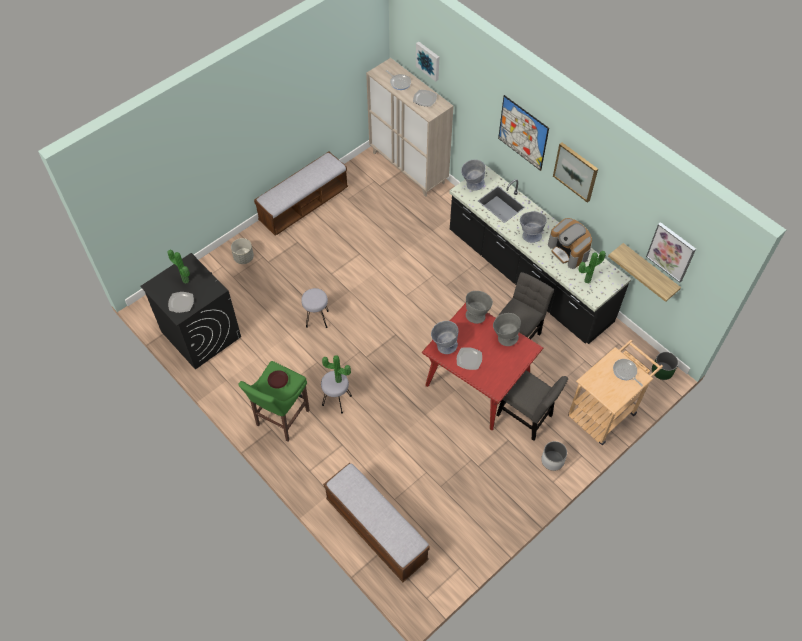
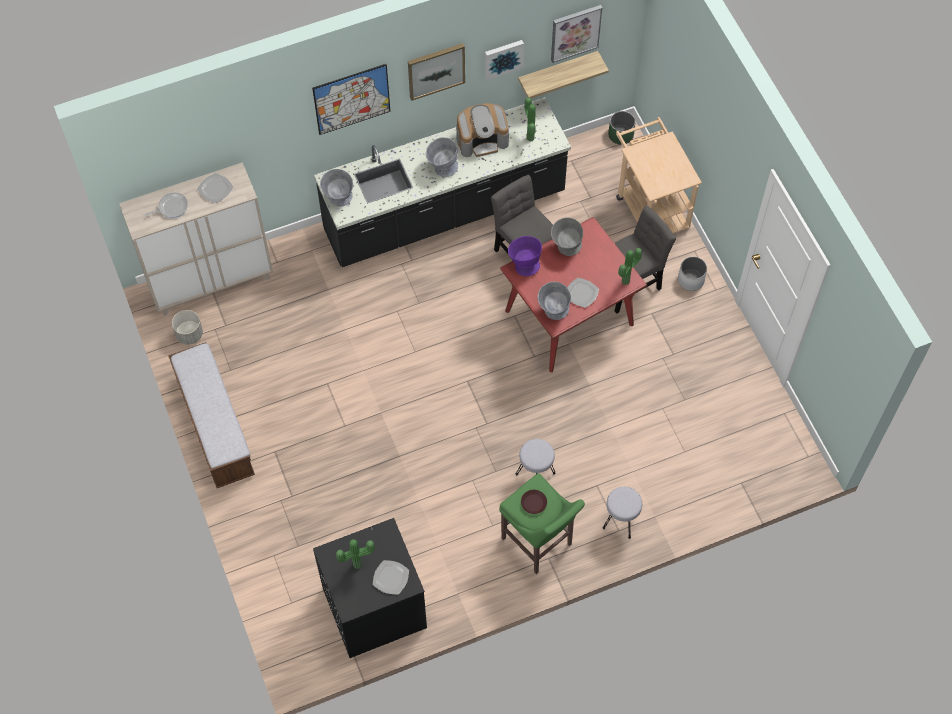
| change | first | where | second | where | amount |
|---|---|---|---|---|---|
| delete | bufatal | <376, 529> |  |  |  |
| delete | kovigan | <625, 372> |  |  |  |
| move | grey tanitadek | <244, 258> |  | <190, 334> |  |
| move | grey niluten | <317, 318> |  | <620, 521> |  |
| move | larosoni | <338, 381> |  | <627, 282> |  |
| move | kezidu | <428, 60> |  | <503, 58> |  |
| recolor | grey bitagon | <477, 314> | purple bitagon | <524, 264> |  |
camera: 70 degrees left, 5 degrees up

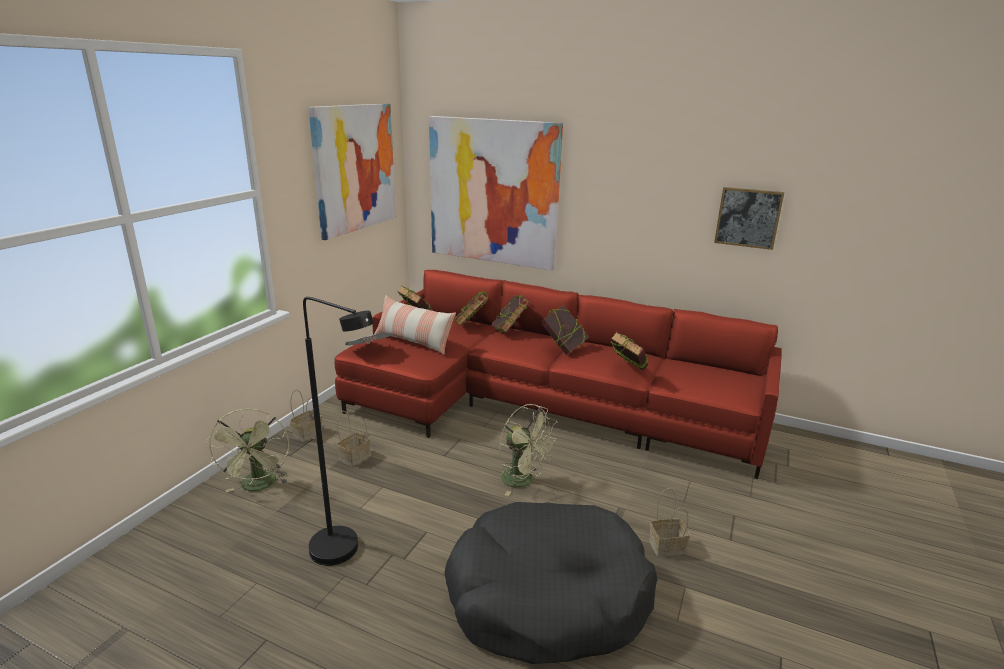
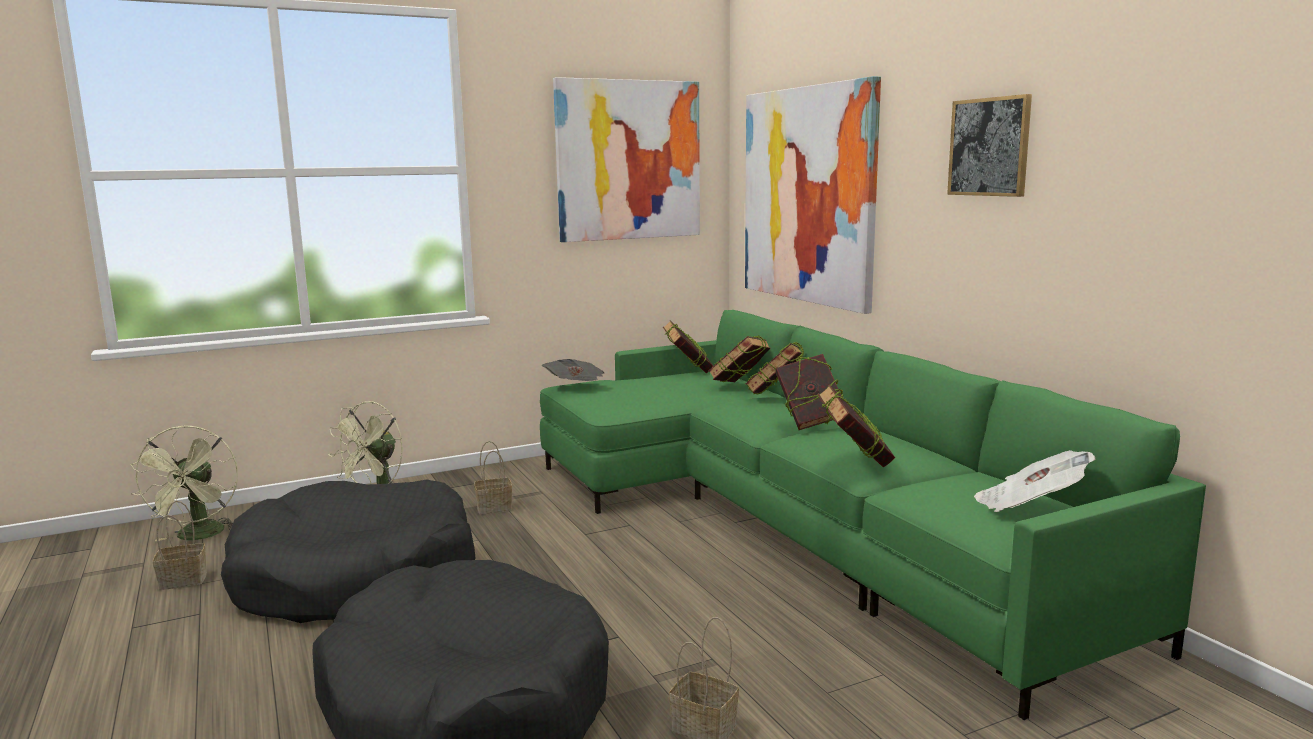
| change | first | where | second | where | amount |
|---|---|---|---|---|---|
| delete | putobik | <413, 341> |  |  |  |
| insert |  |  | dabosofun | <1029, 507> |  |
| move | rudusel | <307, 434> |  | <181, 581> |  |
| move | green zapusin | <523, 481> |  | <199, 536> |  |
| move | kezidu | <748, 218> |  | <989, 147> |  |
| replace | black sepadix | <345, 553> | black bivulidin | <356, 578> |  |
| recolor | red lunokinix | <539, 405> | green lunokinix | <790, 521> |  |
camera: 40 degrees right, 10 degrees down

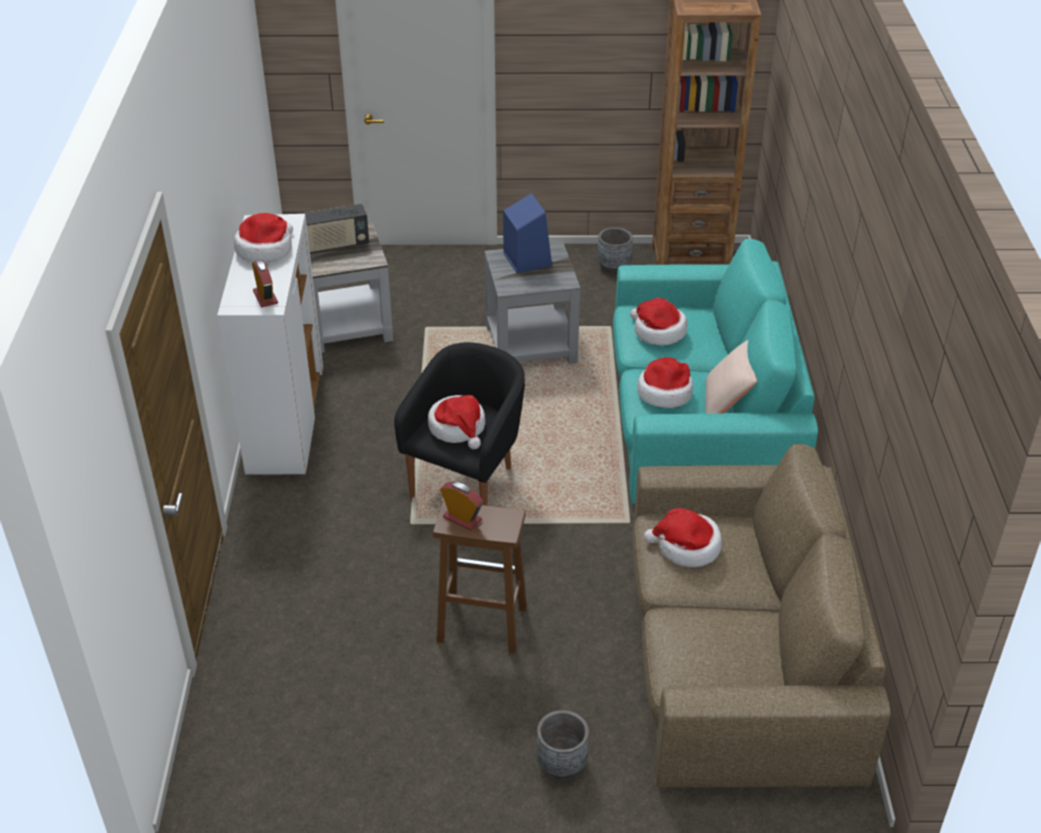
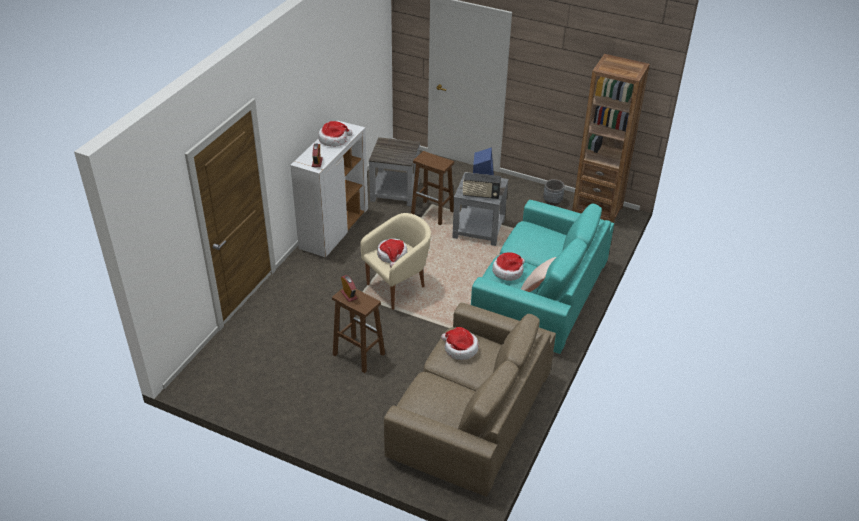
| change | first | where | second | where | amount |
|---|---|---|---|---|---|
| delete | grey tanitadek | <561, 763> |  |  |  |
| delete | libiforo | <658, 331> |  |  |  |
| insert |  |  | brown niluten | <433, 213> |  |
| move | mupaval | <336, 245> |  | <481, 195> |  |
| recolor | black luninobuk | <468, 484> | beige luninobuk | <398, 287> |  |
camera: 25 degrees right, 0 degrees up

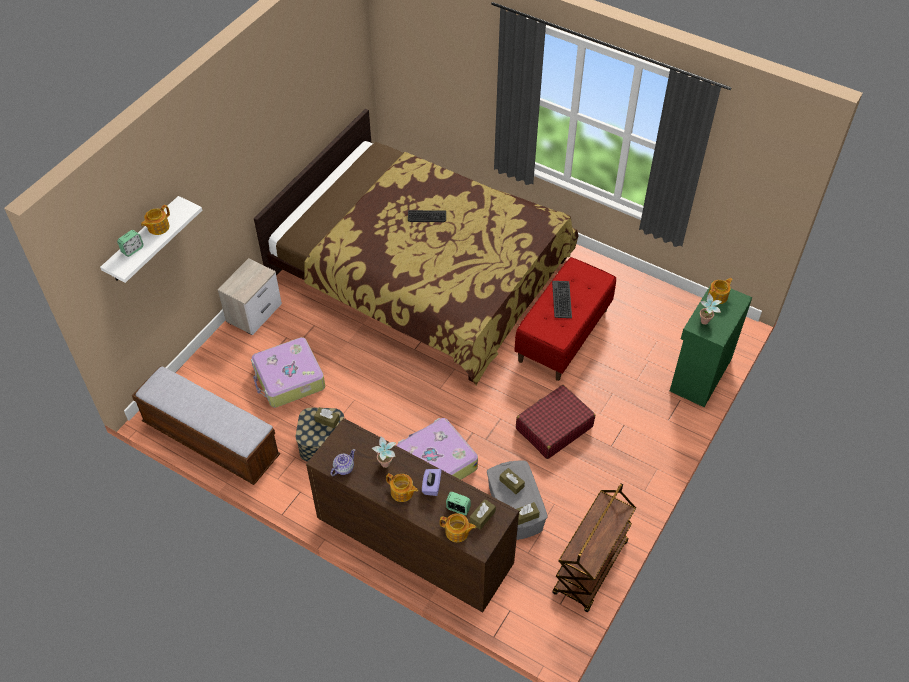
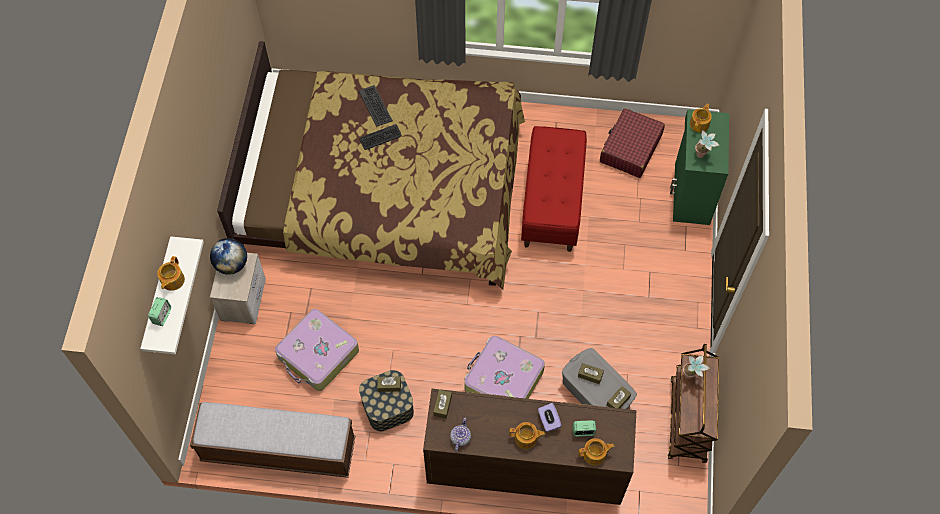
| change | first | where | second | where | amount |
|---|---|---|---|---|---|
| insert |  |  | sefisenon | <231, 264> |  |
| move | larosoni | <386, 467> |  | <690, 377> |  |
| move | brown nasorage | <482, 517> |  | <442, 406> |  |
| move | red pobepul | <553, 428> |  | <630, 149> |  |
| move | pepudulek | <562, 299> |  | <375, 106> |  |
camera: 25 degrees left, 10 degrees up

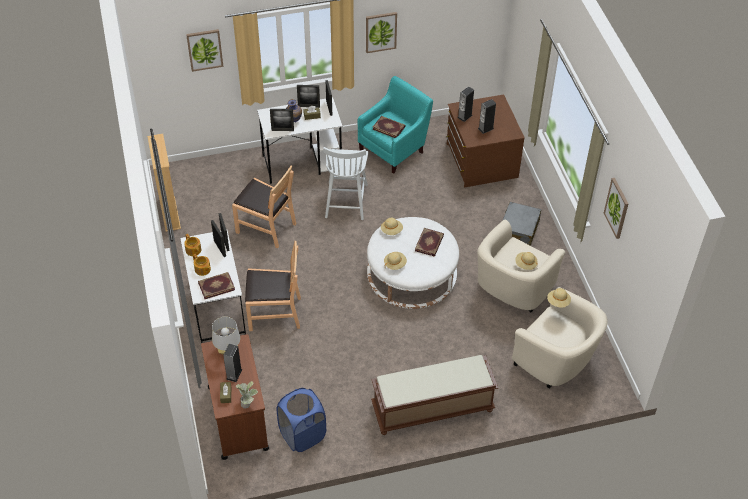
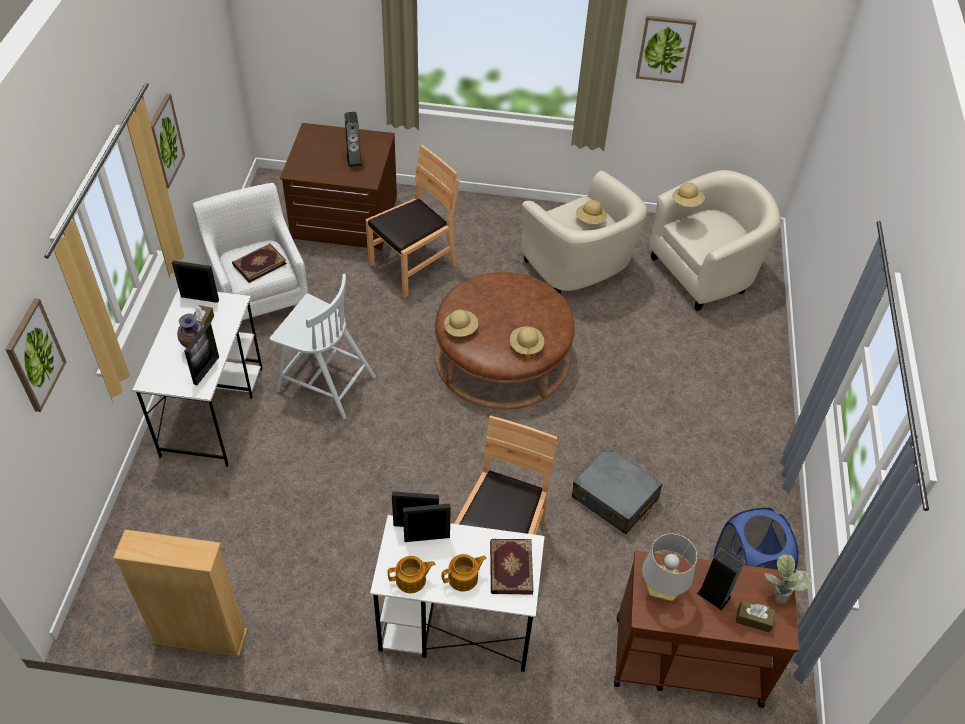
| change | first | where | second | where | amount |
|---|---|---|---|---|---|
| delete | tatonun | <309, 106> |  |  |  |
| delete | brown bufatal | <432, 409> |  |  |  |
| delete | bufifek | <429, 243> |  |  |  |
| delete | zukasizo | <464, 116> |  |  |  |
| move | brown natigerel | <266, 227> |  | <413, 266> |  |
| move | grey pobepul | <518, 230> |  | <615, 498> |  |
| recolor | turquoise luninobuk | <394, 149> | white luninobuk | <260, 295> |  |
| recolor | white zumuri | <412, 272> | brown zumuri | <502, 356> |  |
camera: 70 degrees left, 0 degrees up

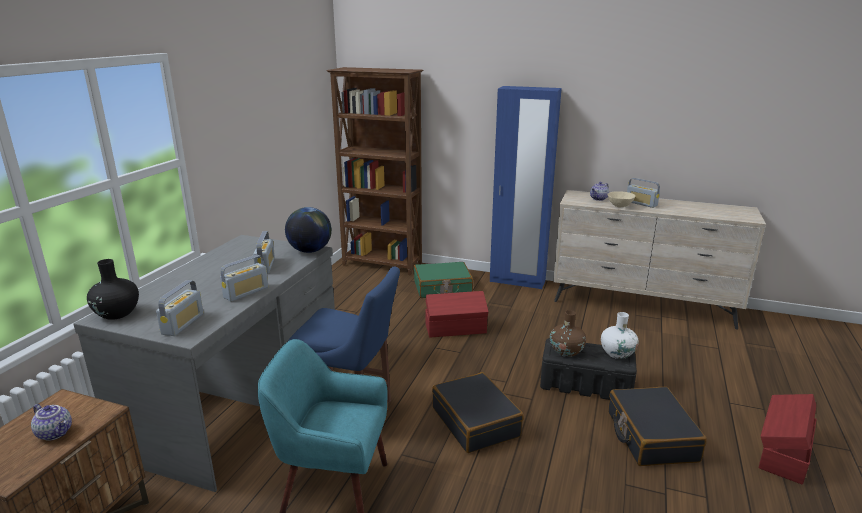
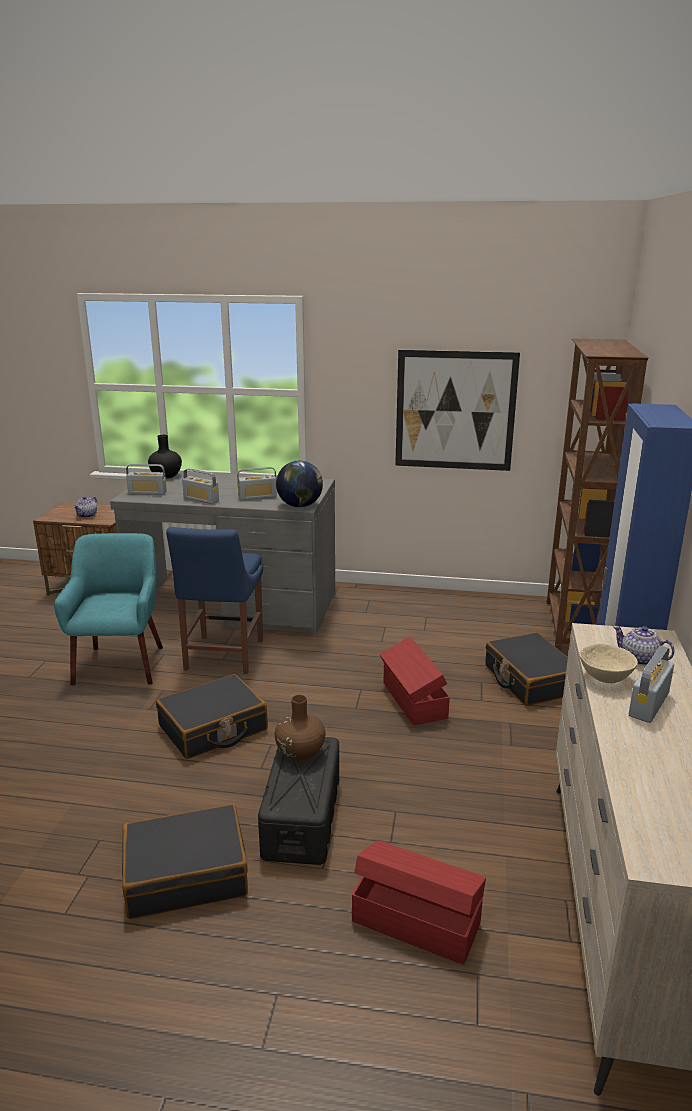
| change | first | where | second | where | amount |
|---|---|---|---|---|---|
| delete | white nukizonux | <617, 353> |  |  |  |
| insert |  |  | kezidu | <455, 411> |  |
| move | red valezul | <783, 452> |  | <415, 920> |  |
| recolor | green pobepul | <442, 288> | black pobepul | <529, 680> |  |
camera: 80 degrees right, 0 degrees up

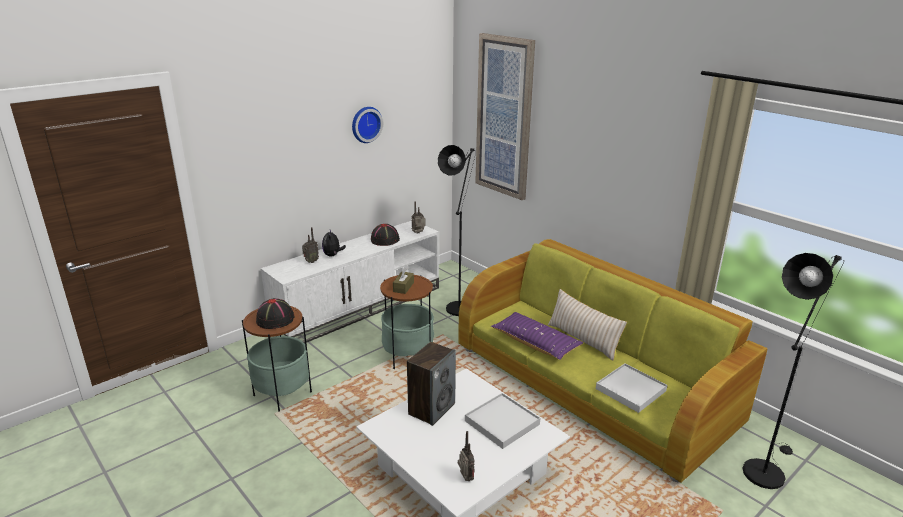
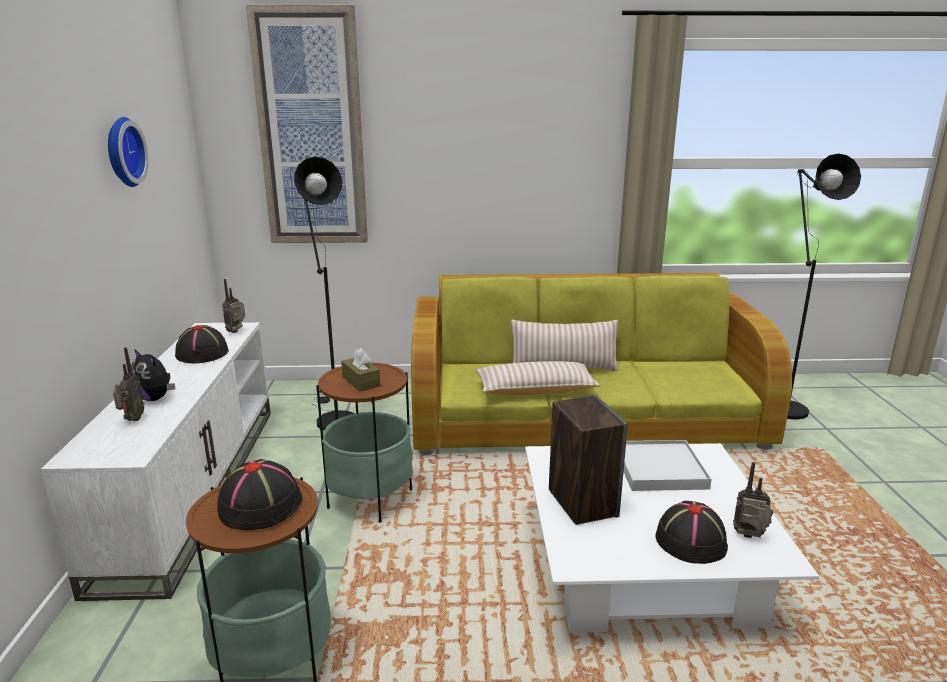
| change | first | where | second | where | amount |
|---|---|---|---|---|---|
| delete | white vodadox | <630, 390> |  |  |  |
| insert |  |  | black libiforo | <690, 540> |  |
| recolor | purple putobik | <535, 343> | beige putobik | <535, 390> |  |
camera: 50 degrees left, 5 degrees down

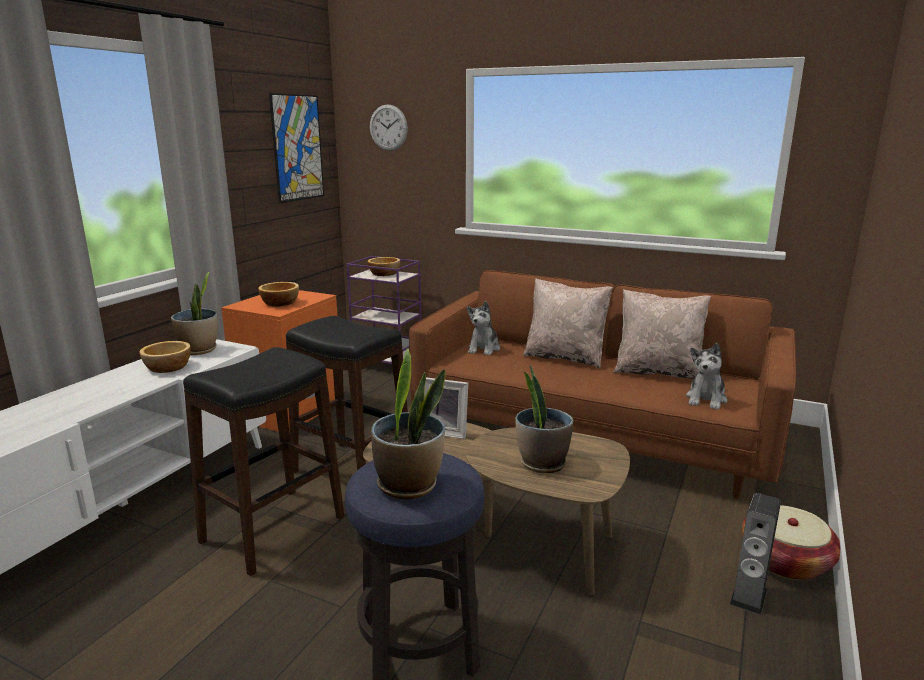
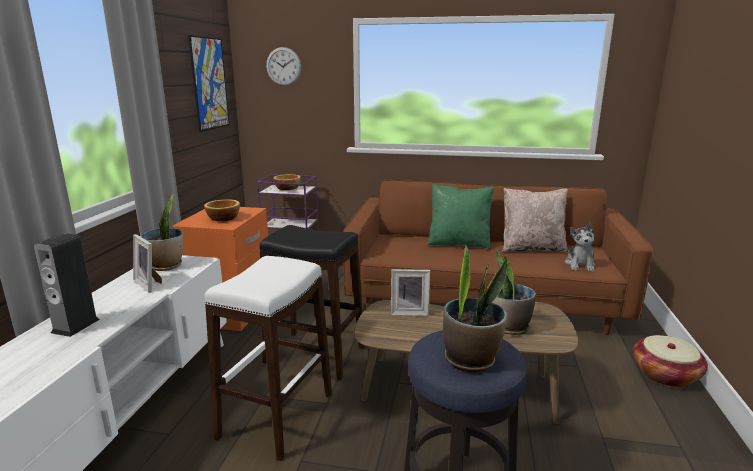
| change | first | where | second | where | amount |
|---|---|---|---|---|---|
| delete | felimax | <484, 349> |  |  |  |
| move | zukasizo | <748, 596> |  | <75, 326> |  |
| replace | bitagon | <169, 367> | tatonun | <150, 284> |  |
| recolor | black niluten | <273, 529> | white niluten | <277, 415> |  |
| recolor | beige putobik | <565, 357> | green putobik | <459, 244> |  |
camera: 15 degrees left, 0 degrees up

